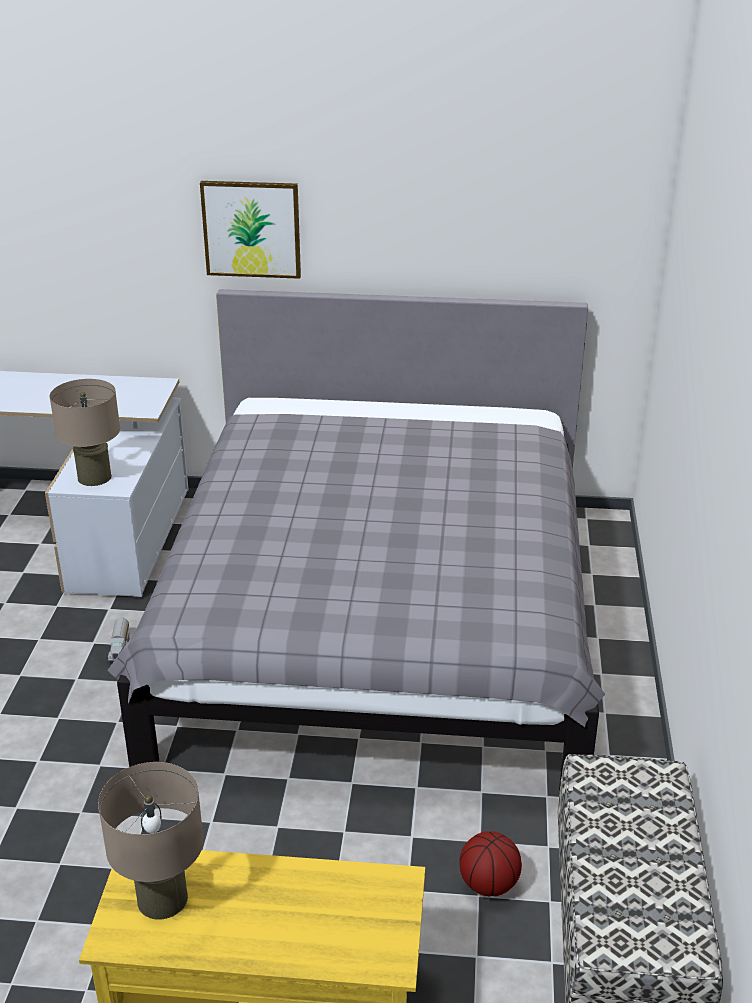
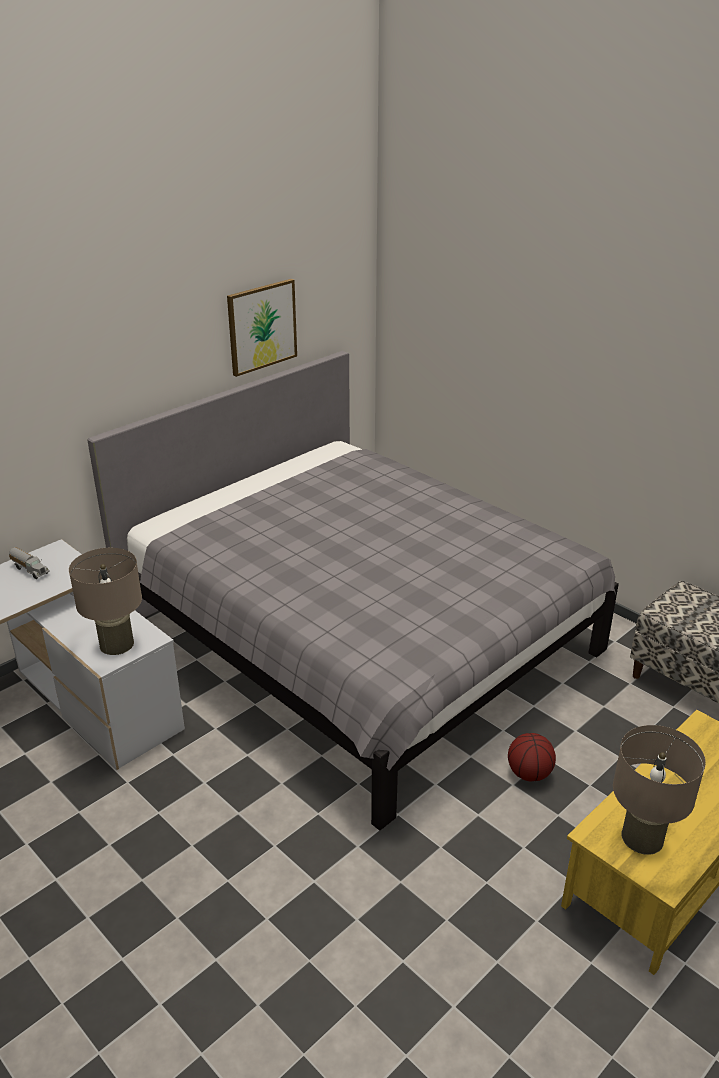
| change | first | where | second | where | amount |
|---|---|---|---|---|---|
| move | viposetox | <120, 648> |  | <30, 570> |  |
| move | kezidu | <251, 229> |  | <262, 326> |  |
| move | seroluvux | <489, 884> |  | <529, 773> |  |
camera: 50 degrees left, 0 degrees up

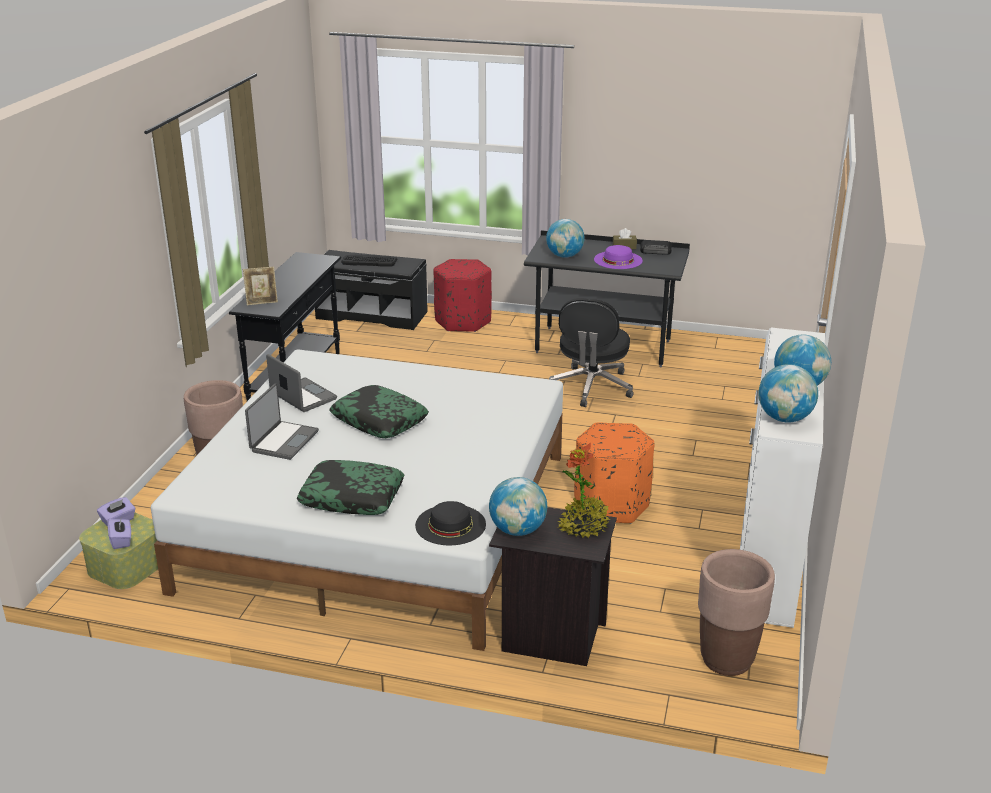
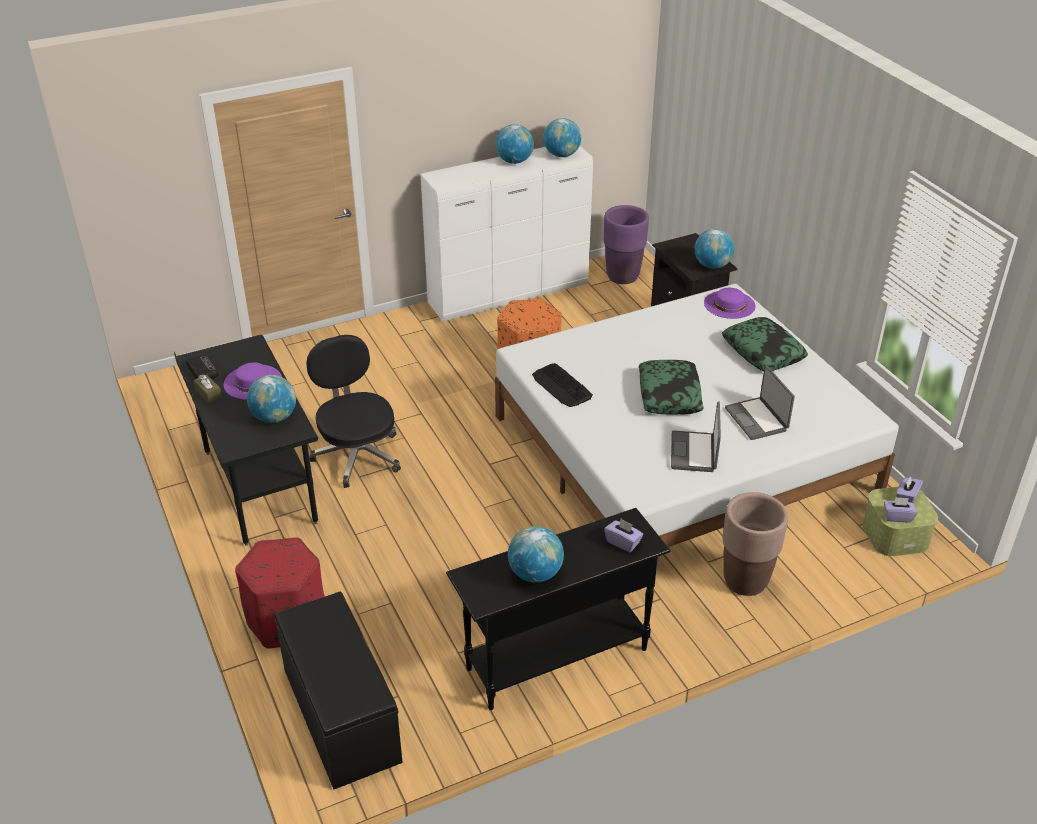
| change | first | where | second | where | amount |
|---|---|---|---|---|---|
| delete | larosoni | <583, 527> |  |  |  |
| insert |  |  | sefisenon | <535, 573> |  |
| move | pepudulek | <369, 261> |  | <561, 386> |  |
| replace | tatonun | <262, 301> | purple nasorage | <623, 542> |  |
| recolor | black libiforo | <450, 524> | purple libiforo | <729, 304> |  |
| recolor | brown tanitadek | <727, 660> | purple tanitadek | <622, 276> |  |
| rotate | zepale | <283, 441> |  | <757, 419> | 90 degrees counterclockwise |
| rotate | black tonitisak | <591, 387> |  | <357, 455> | 90 degrees counterclockwise |
camera: 130 degrees left, 10 degrees up

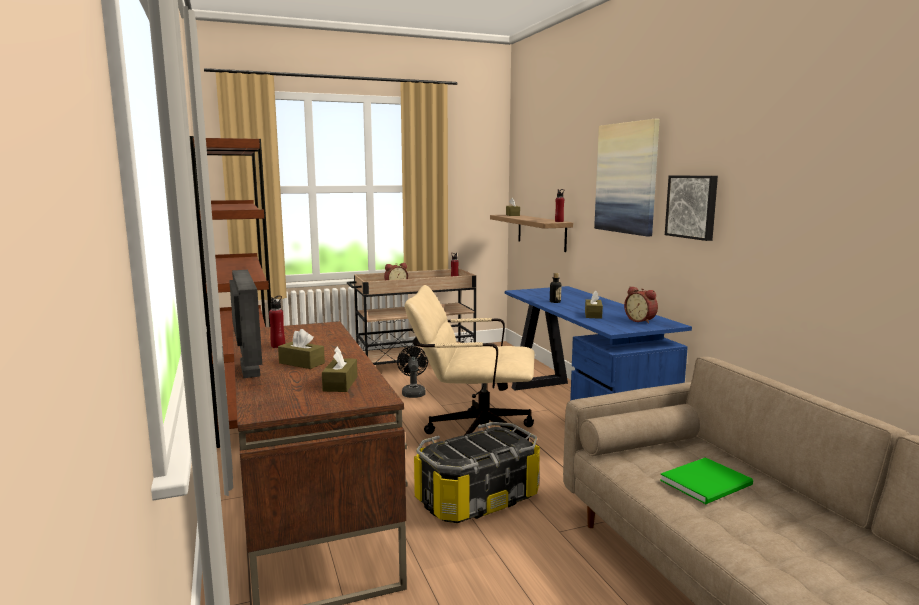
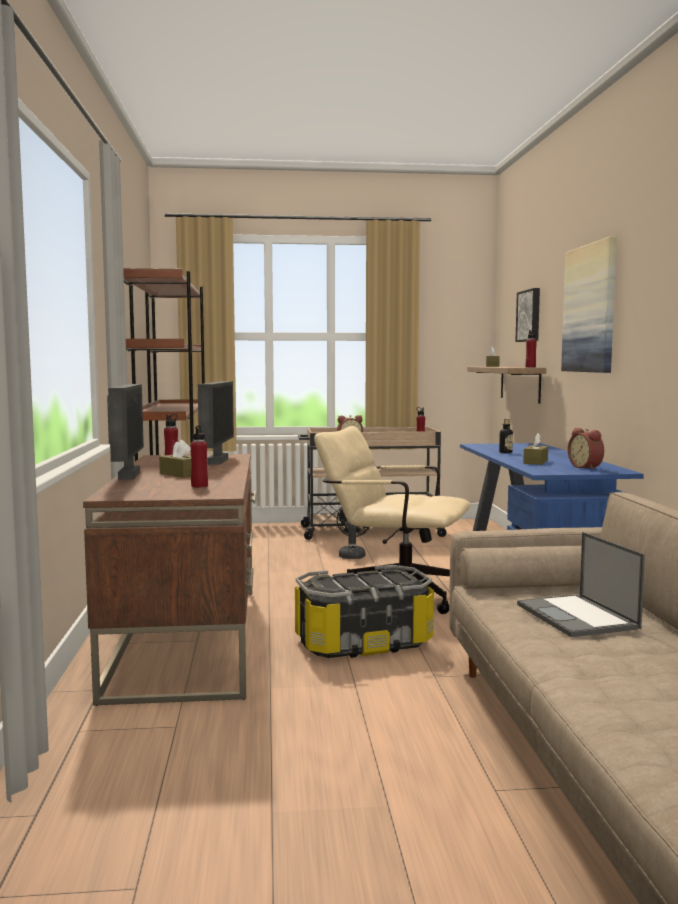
| change | first | where | second | where | amount |
|---|---|---|---|---|---|
| insert |  |  | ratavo | <216, 461> |  |
| move | kezidu | <692, 206> |  | <530, 316> |  |
| replace | brown nasorage | <340, 384> | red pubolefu | <199, 486> |  |
| replace | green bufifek | <709, 483> | zepale | <578, 617> |  |
camera: 15 degrees right, 5 degrees down

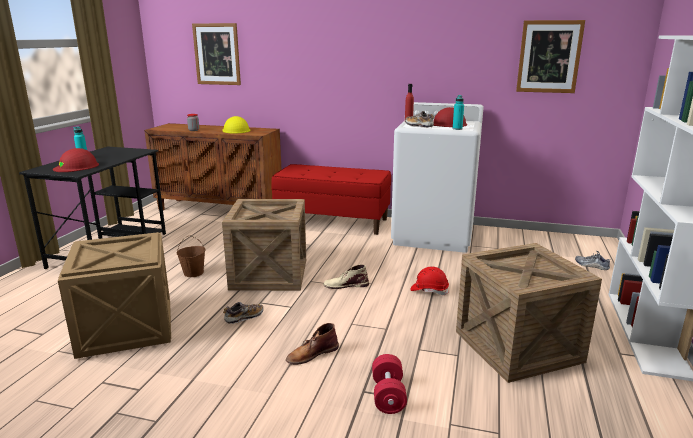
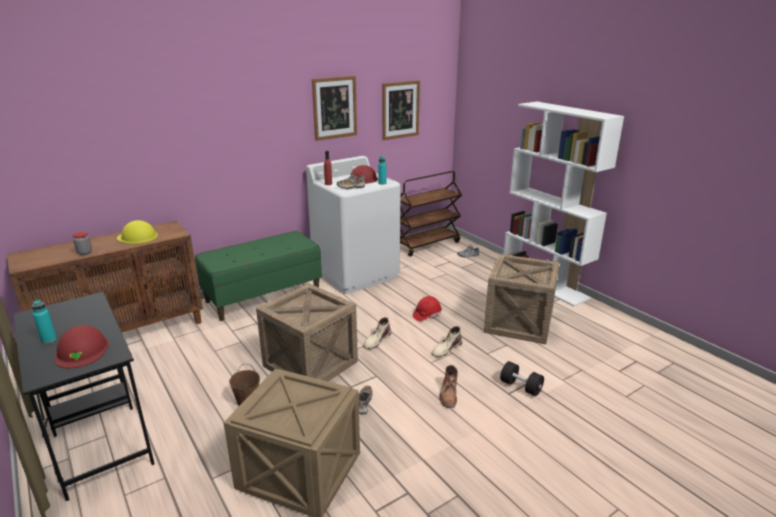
| change | first | where | second | where | amount |
|---|---|---|---|---|---|
| insert |  |  | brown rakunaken | <427, 244> |  |
| insert |  |  | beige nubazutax | <446, 348> |  |
| move | kezidu | <217, 54> |  | <334, 108> |  |
| recolor | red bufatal | <333, 221> | green bufatal | <263, 296> |  |
| recolor | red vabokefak | <388, 395> | black vabokefak | <520, 387> |  |
camera: 50 degrees left, 5 degrees up

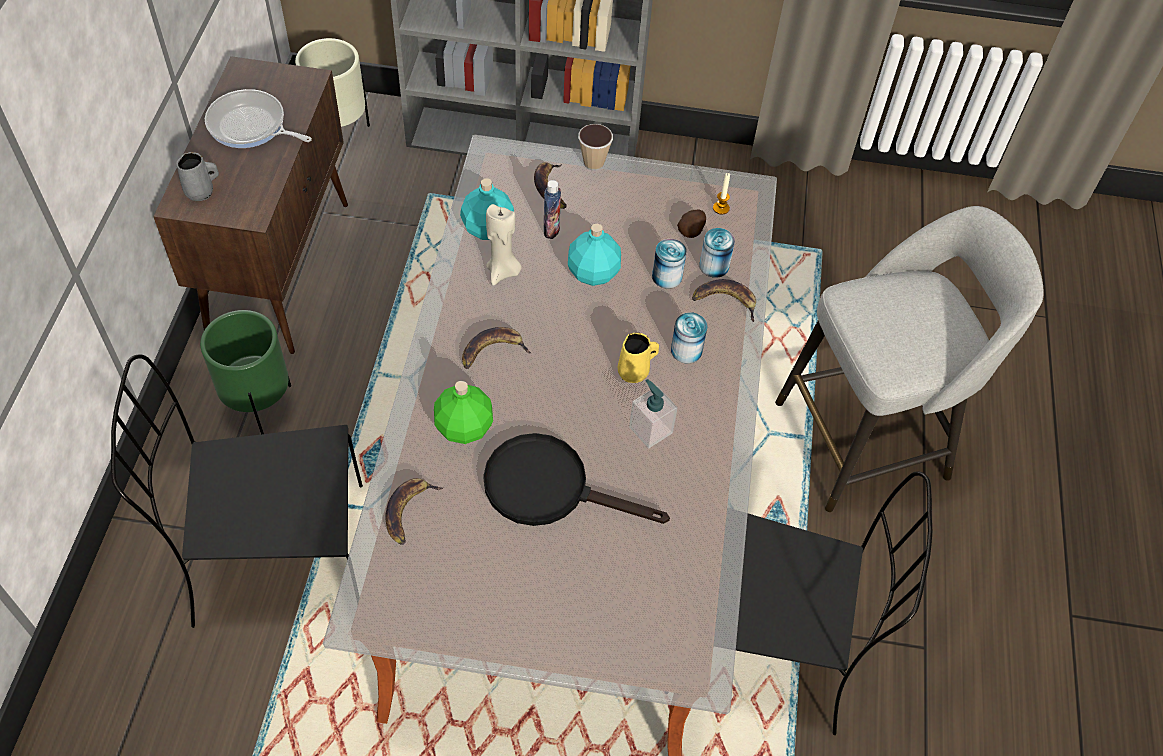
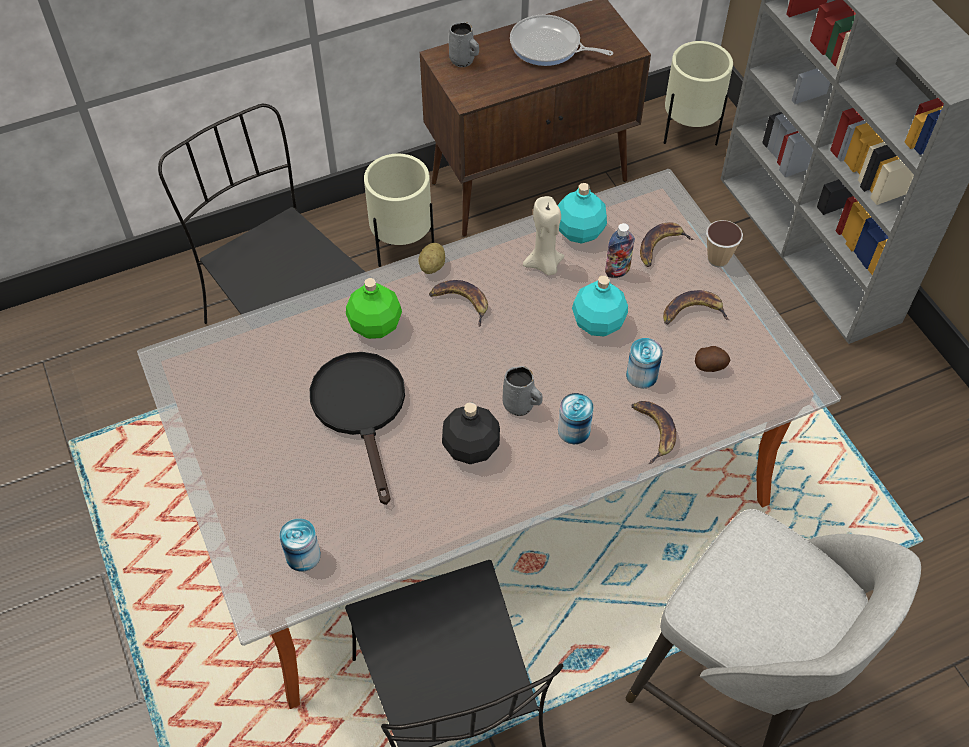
| change | first | where | second | where | amount |
|---|---|---|---|---|---|
| delete | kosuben | <721, 208> |  |  |  |
| insert |  |  | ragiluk | <432, 266> |  |
| move | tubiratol | <408, 511> |  | <693, 312> |  |
| move | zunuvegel | <714, 266> |  | <303, 555> |  |
| replace | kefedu | <650, 430> | black pubolefu | <470, 447> |  |
| recolor | green tanitadek | <260, 407> | beige tanitadek | <402, 247> |  |
| recolor | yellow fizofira | <635, 372> | grey fizofira | <520, 405> |  |
| rotate | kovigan | <250, 126> |  | <549, 47> | 60 degrees counterclockwise |
camera: 60 degrees right, 0 degrees up

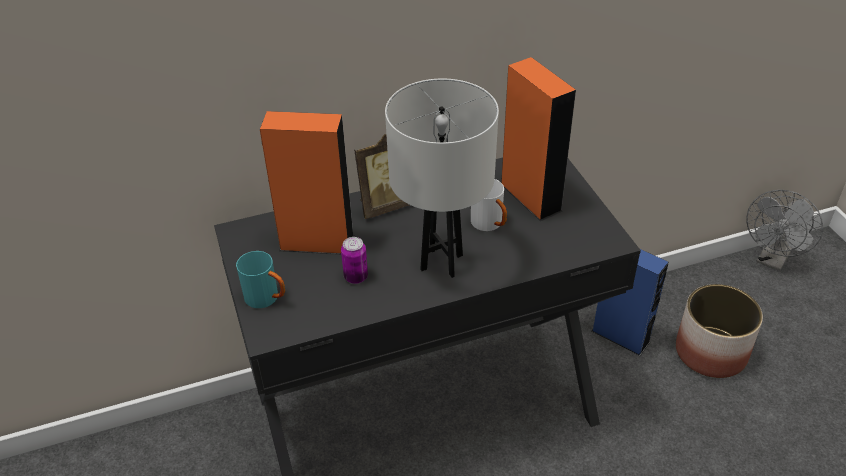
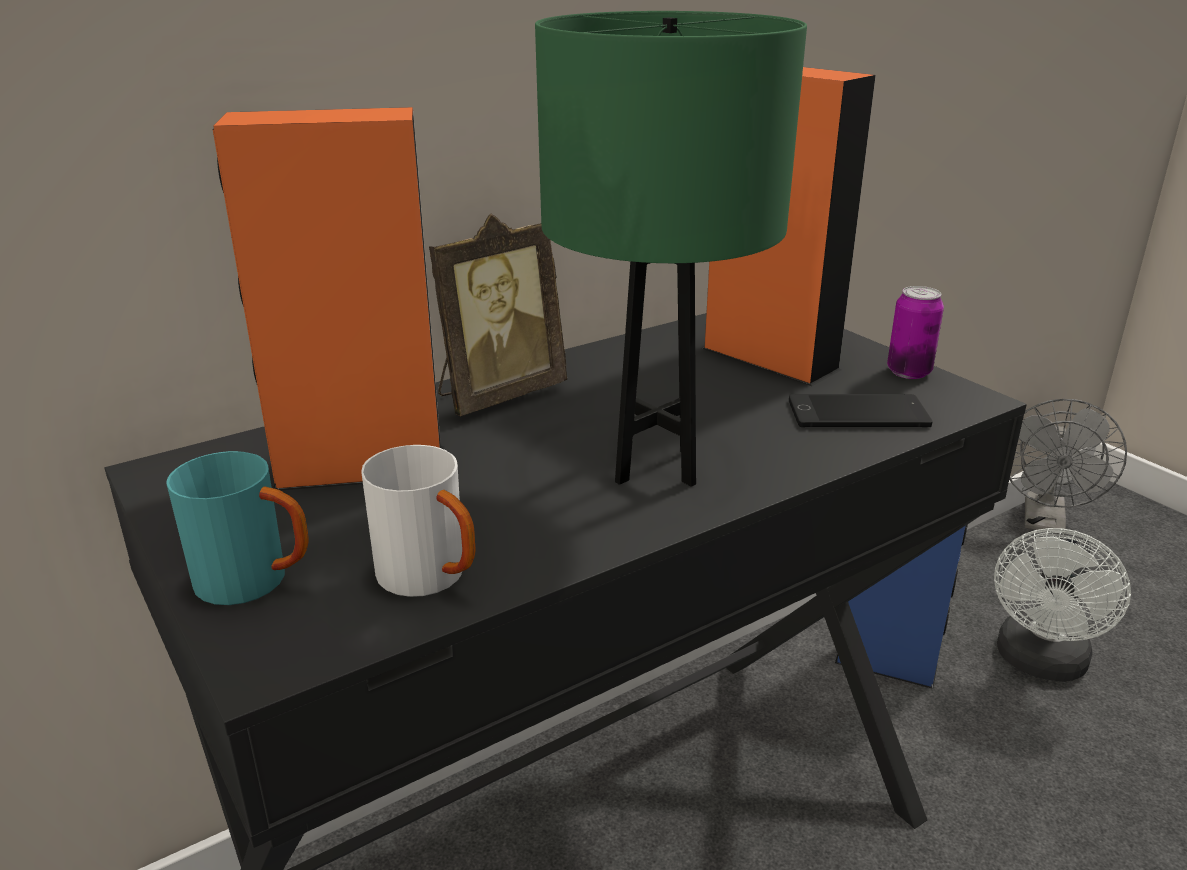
| change | first | where | second | where | amount |
|---|---|---|---|---|---|
| insert |  |  | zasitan | <858, 413> |  |
| move | zunuvegel | <356, 277> |  | <909, 372> |  |
| move | white fizofira | <490, 225> |  | <433, 579> |  |
| replace | tanitadek | <711, 352> | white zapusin | <1040, 663> |  |
| recolor | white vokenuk | <442, 262> | green vokenuk | <655, 465> |  |
camera: 15 degrees left, 15 degrees down

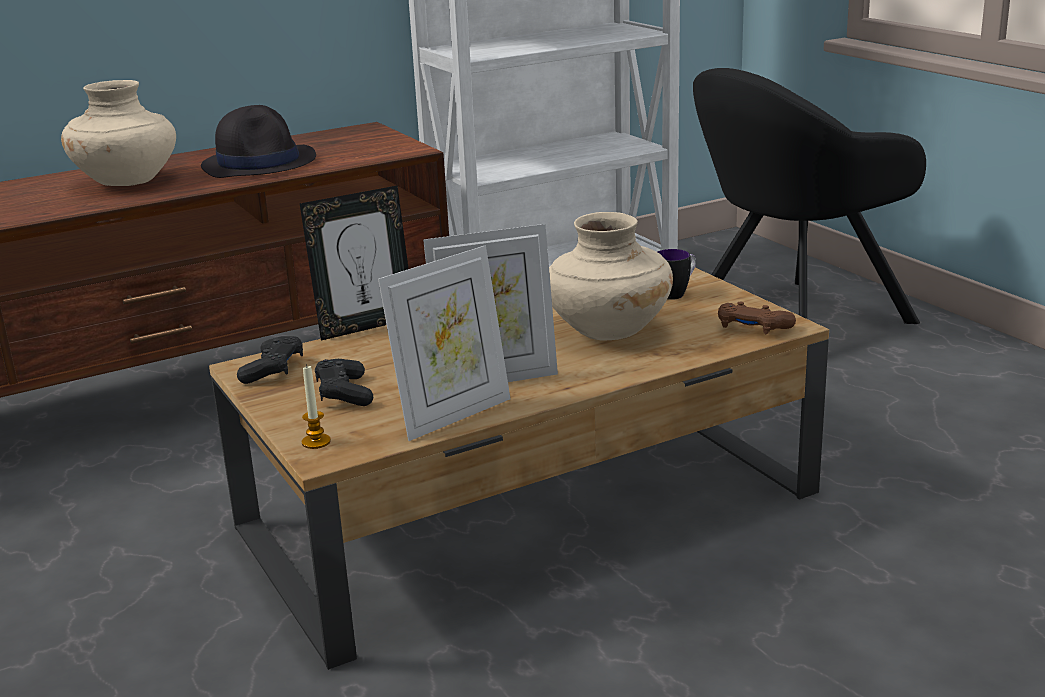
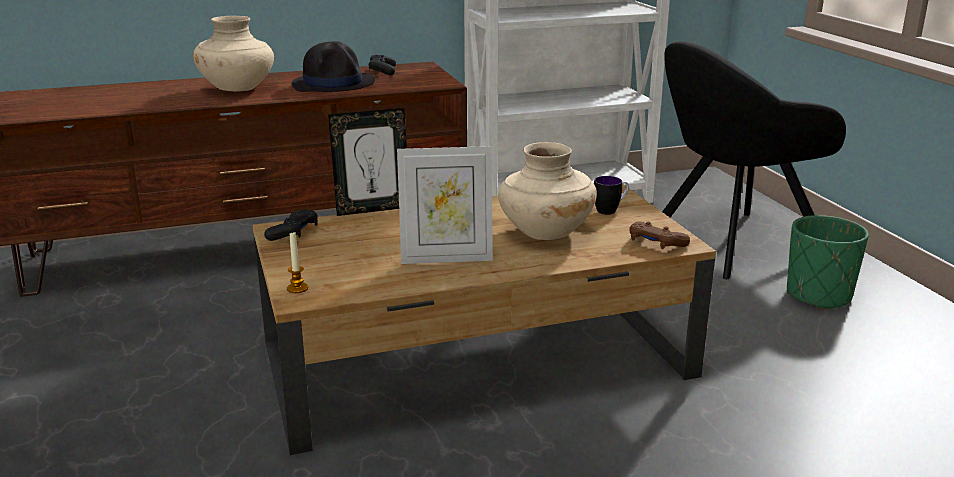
| change | first | where | second | where | amount |
|---|---|---|---|---|---|
| delete | tatonun | <452, 415> |  |  |  |
| insert |  |  | green tanitadek | <818, 296> |  |
| move | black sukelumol | <344, 393> |  | <382, 71> |  |
camera: 10 degrees right, 0 degrees up

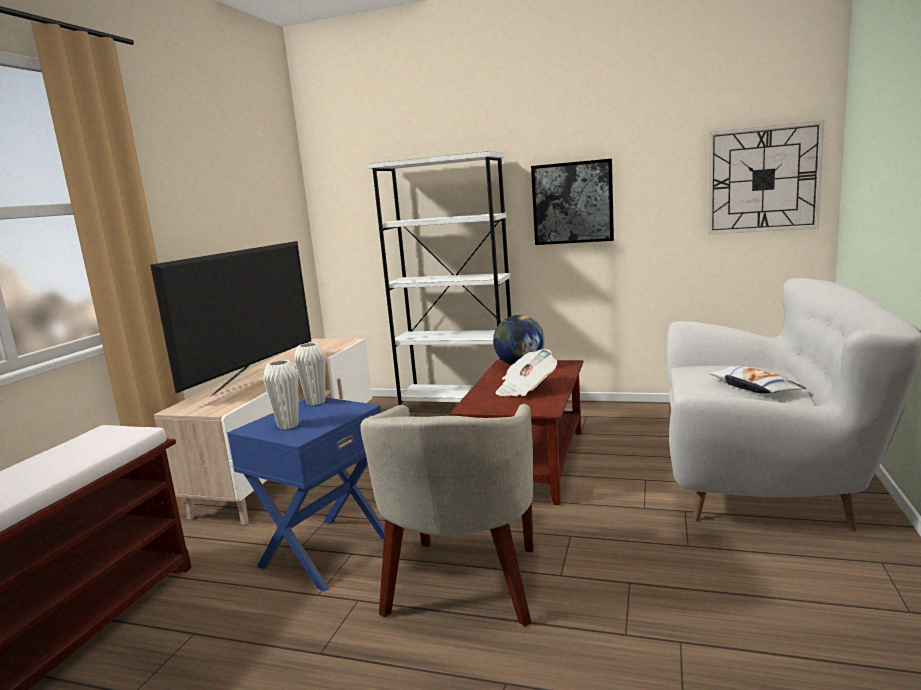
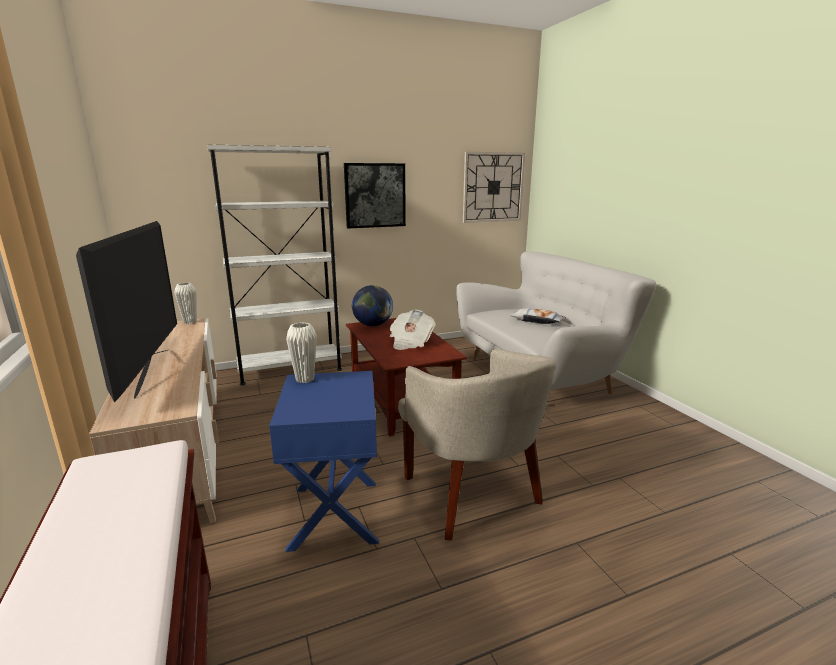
| change | first | where | second | where | amount |
|---|---|---|---|---|---|
| move | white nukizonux | <288, 425> |  | <190, 322> |  |
camera: 40 degrees left, 5 degrees up

